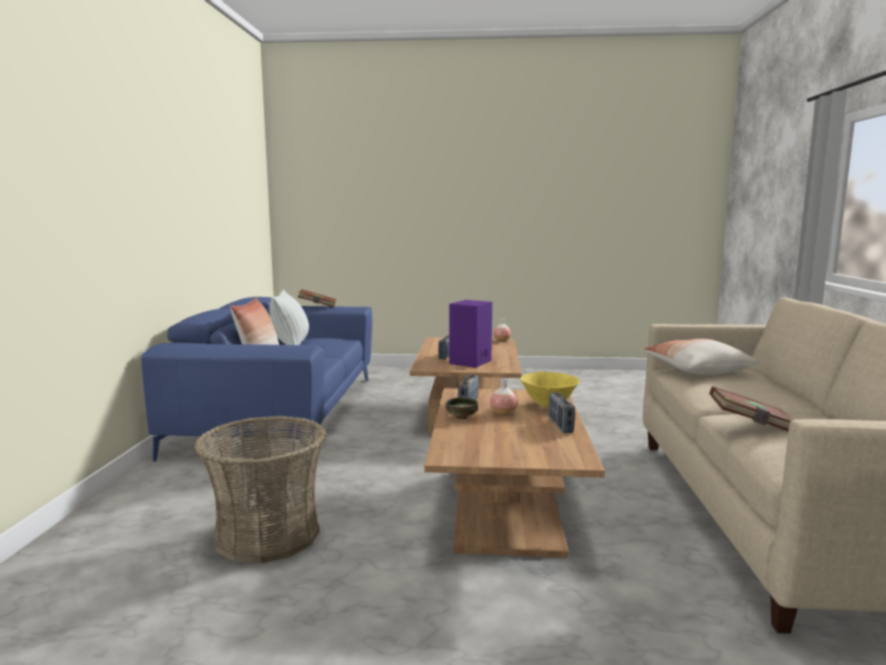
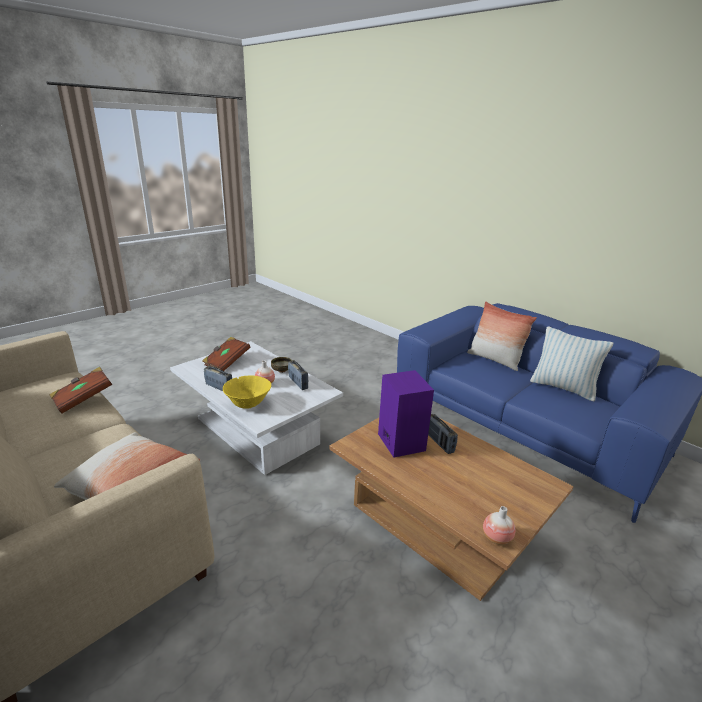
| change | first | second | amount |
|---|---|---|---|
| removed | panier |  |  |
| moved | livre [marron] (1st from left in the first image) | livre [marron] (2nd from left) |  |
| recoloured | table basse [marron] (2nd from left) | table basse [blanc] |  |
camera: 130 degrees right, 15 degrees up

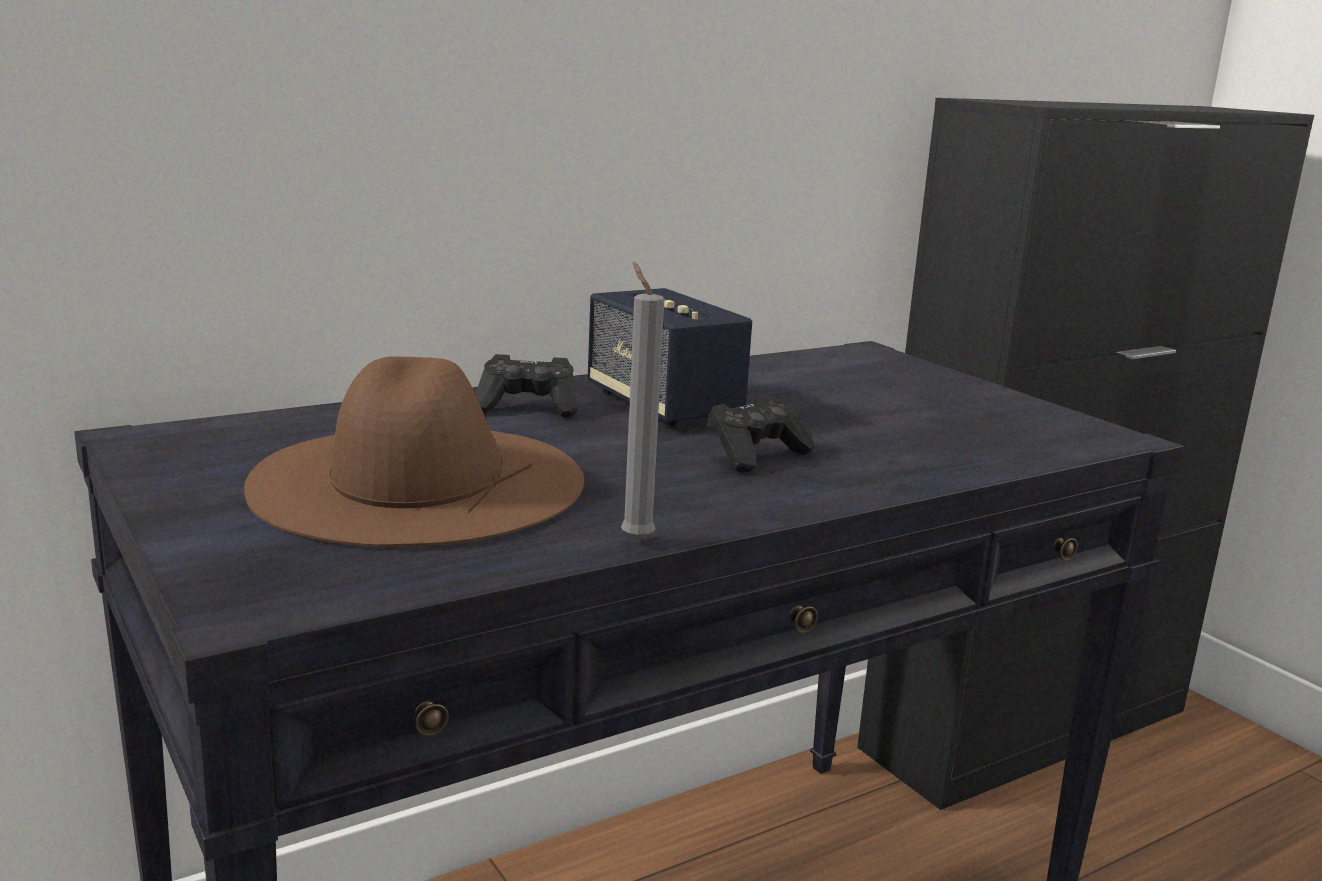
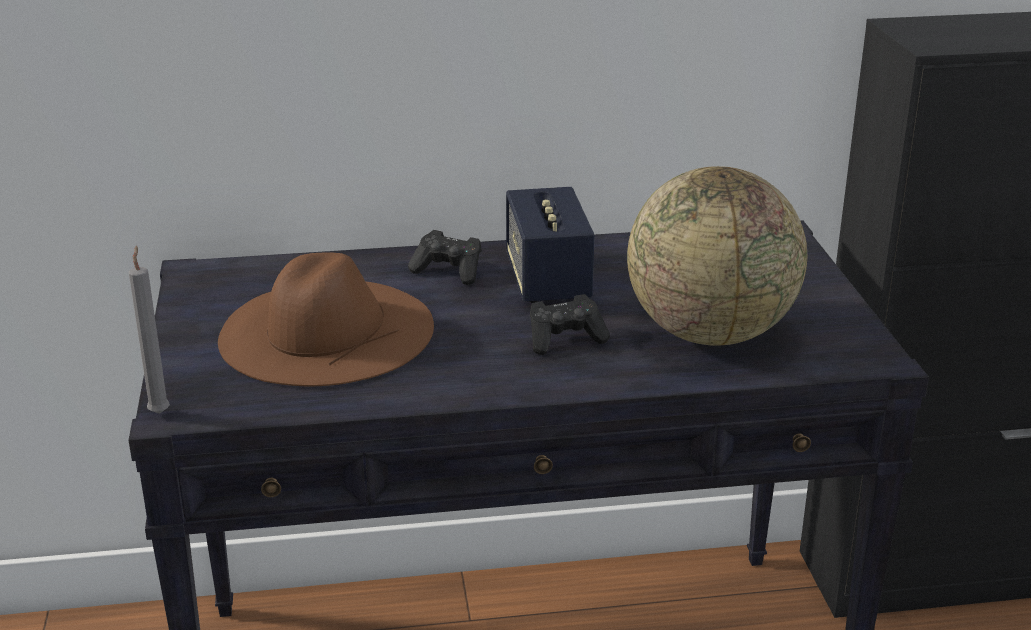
| change | first | second | amount |
|---|---|---|---|
| moved | bougie [gris] |  |  |
| added |  | globe |  |
camera: 25 degrees right, 10 degrees up

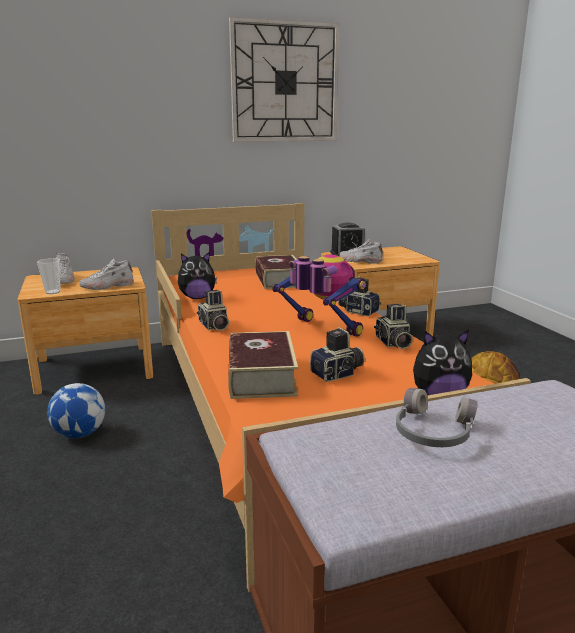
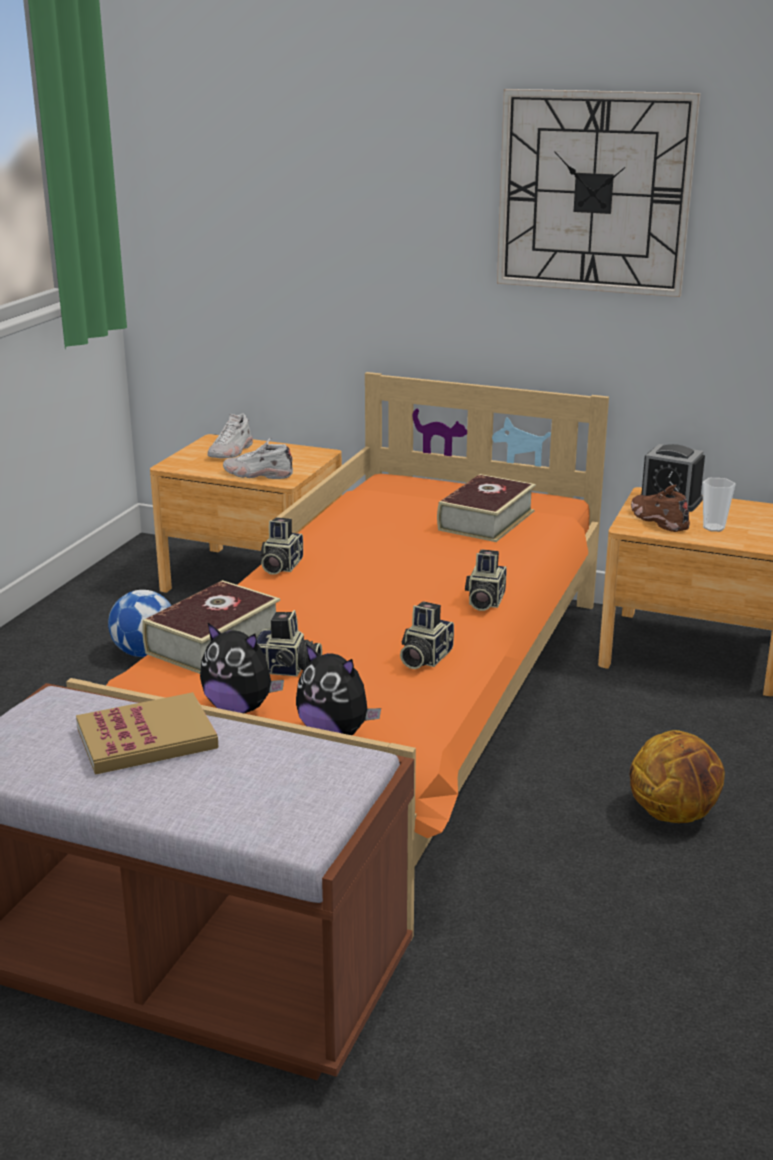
| change | first | second | amount |
|---|---|---|---|
| moved | tasse |  |  |
| moved | peluche (1st from left) |  |  |
| removed | robot jouet |  |  |
| turned | appareil photo (3rd from left in the first image) | appareil photo (4th from left) | 150 degrees counterclockwise |
| recoloured | chaussure [blanc] (3rd from left) | chaussure [marron] |  |
| replaced | casque audio [gris] | livre (1st from left) |  |
camera: 40 degrees right, 5 degrees up

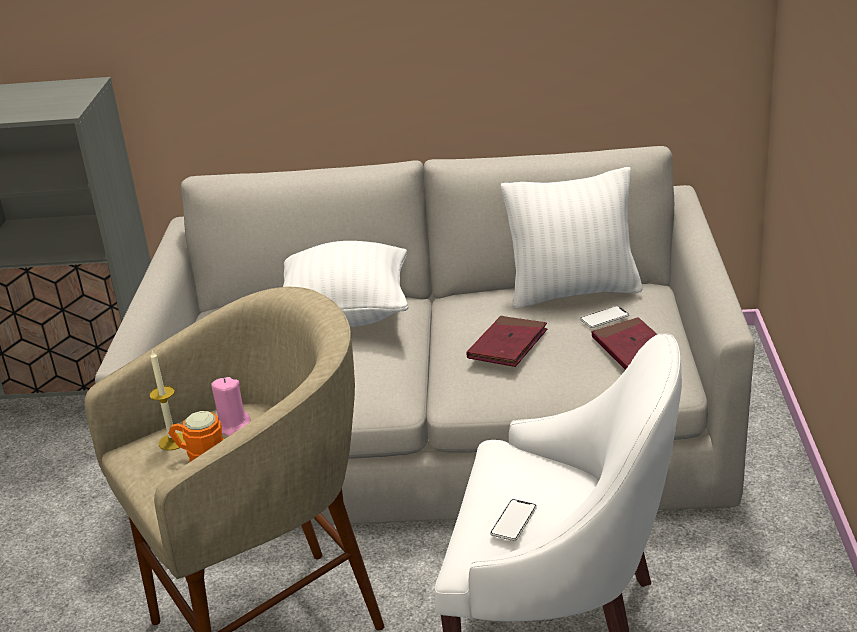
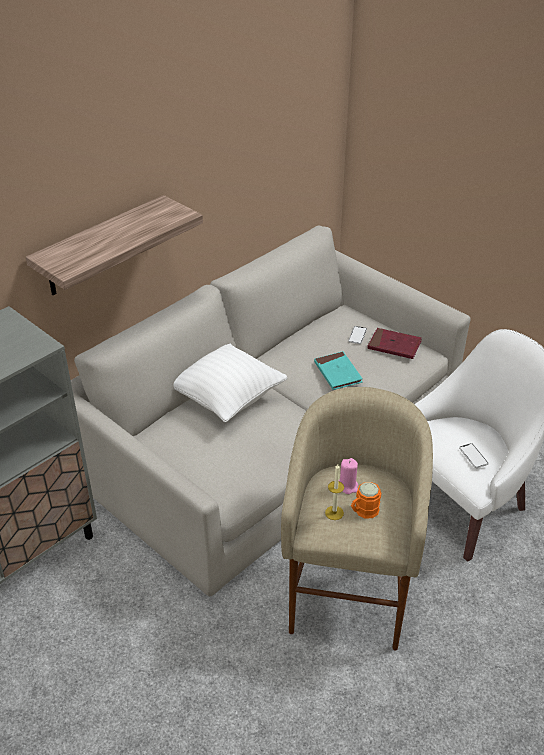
| change | first | second | amount |
|---|---|---|---|
| recoloured | livre [rouge] (1st from left) | livre [turquoise] |  |
| removed | coussin [blanc] (2nd from left) |  |  |
| added |  | étagère |  |
camera: 50 degrees left, 10 degrees up

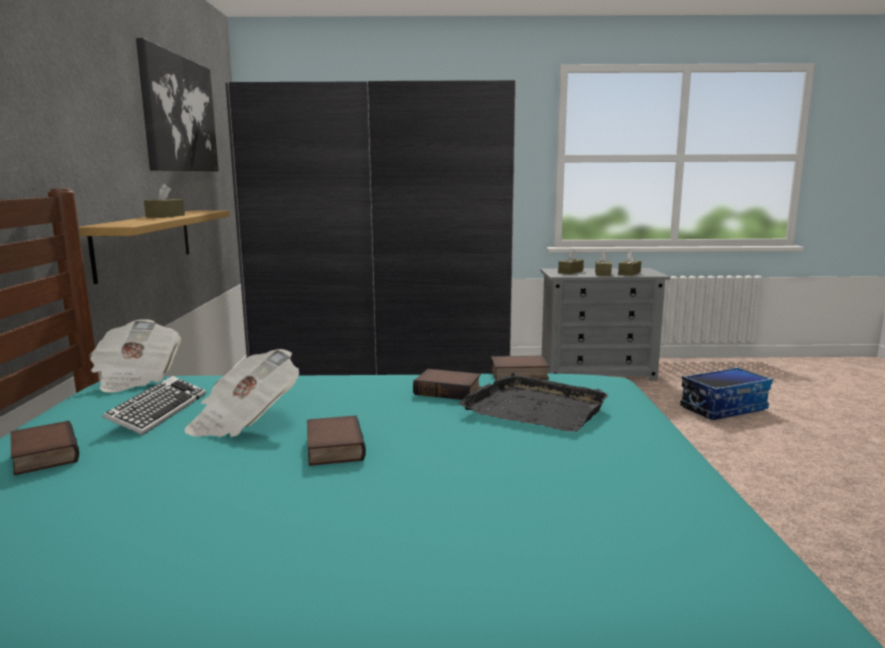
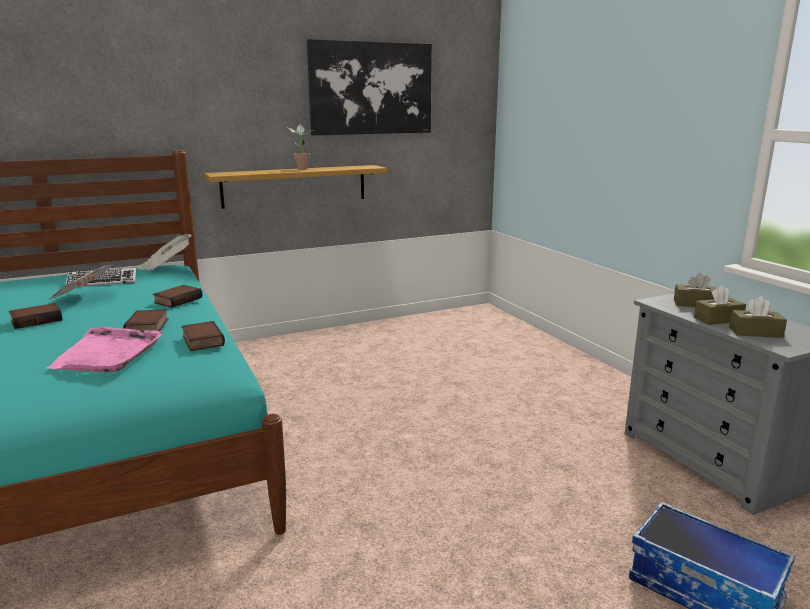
| change | first | second | amount |
|---|---|---|---|
| moved | livre (1st from left in the first image) | livre (3rd from left) |  |
| replaced | boîte à mouchoirs [marron] (1st from left) | plante en pot |  |
| removed | armoire [gris] |  |  |
| recoloured | plateau [noir] | plateau [rose] |  |
camera: 65 degrees right, 5 degrees up

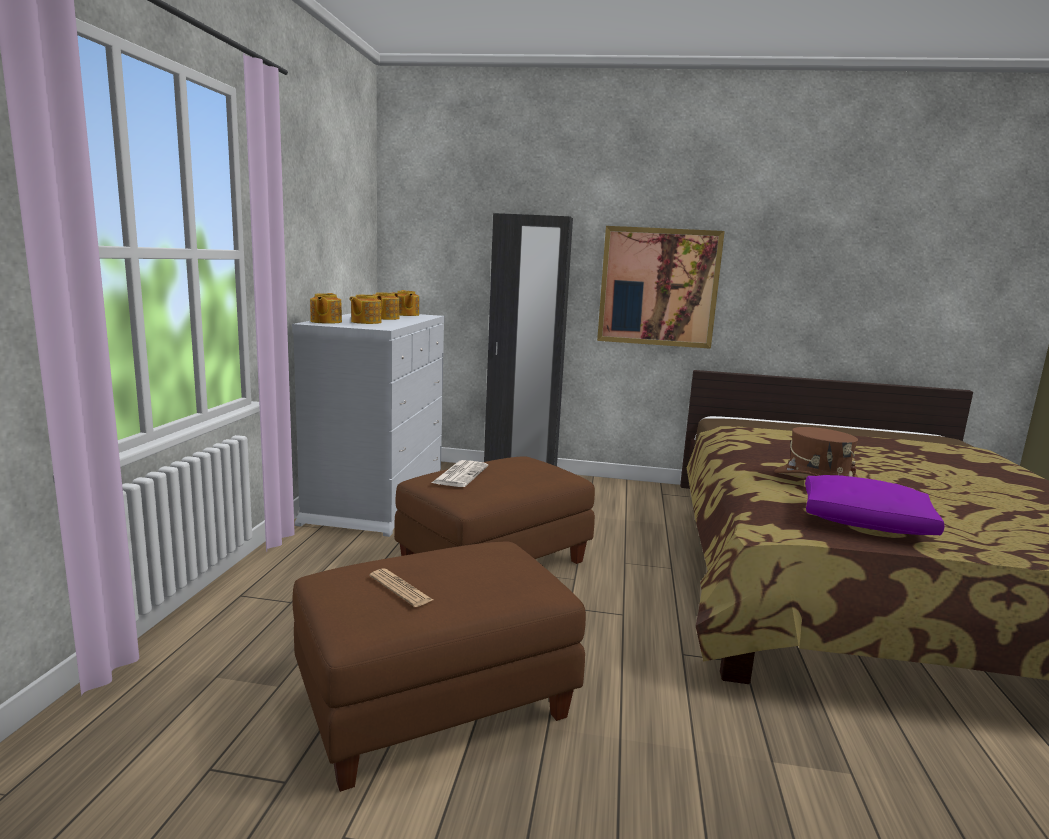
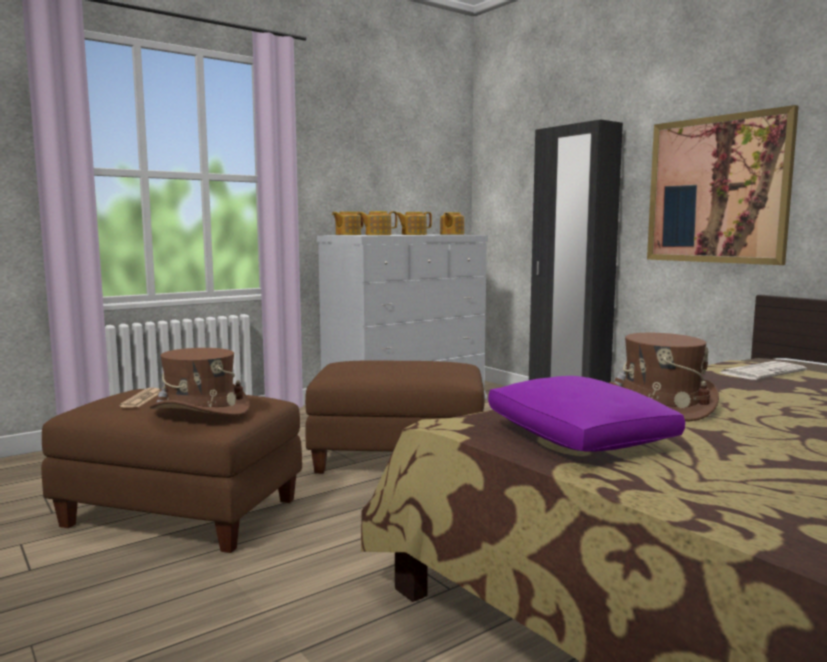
| change | first | second | amount |
|---|---|---|---|
| moved | journal (2nd from left) |  |  |
| added |  | chapeau [marron] (1st from left) |  |
camera: 45 degrees right, 5 degrees down

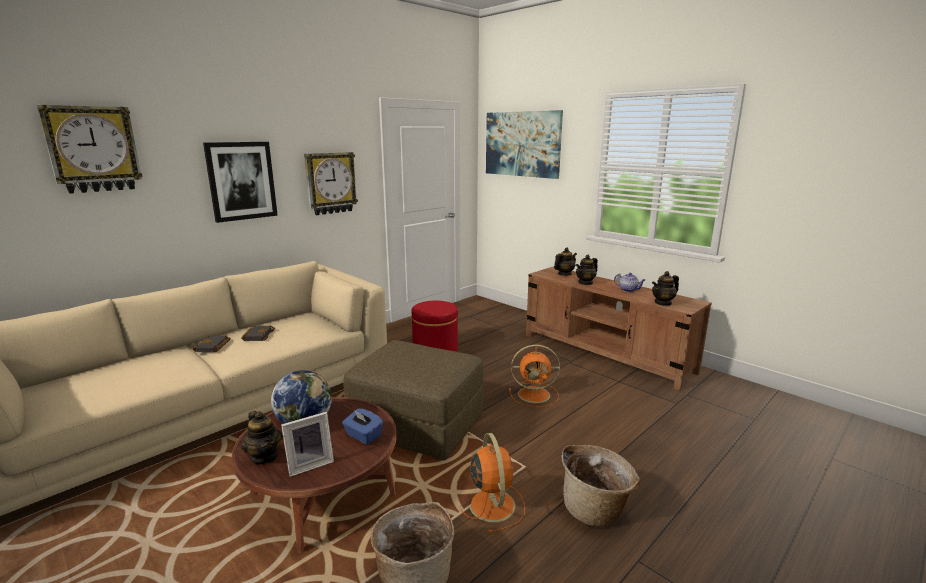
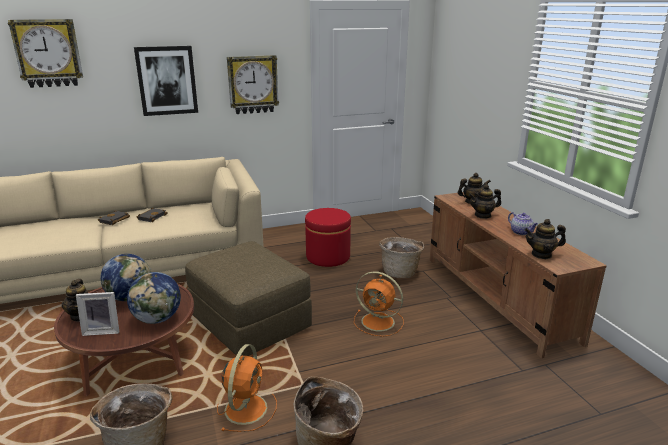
| change | first | second | amount |
|---|---|---|---|
| replaced | boîte à mouchoirs [bleu] | globe (2nd from left) |  |
| removed | tableau (2nd from left) |  |  |
| added |  | panier (3rd from left) |  |
camera: 25 degrees right, 5 degrees up

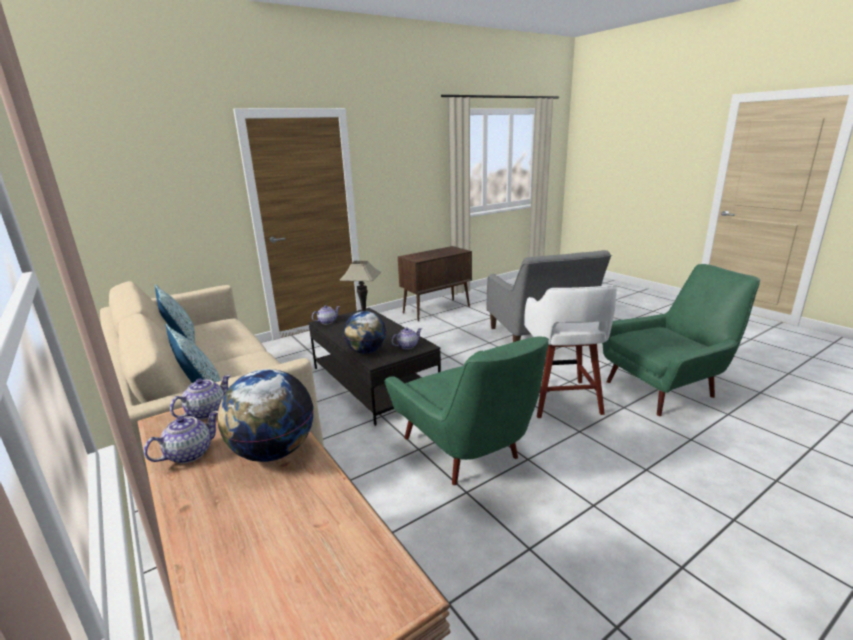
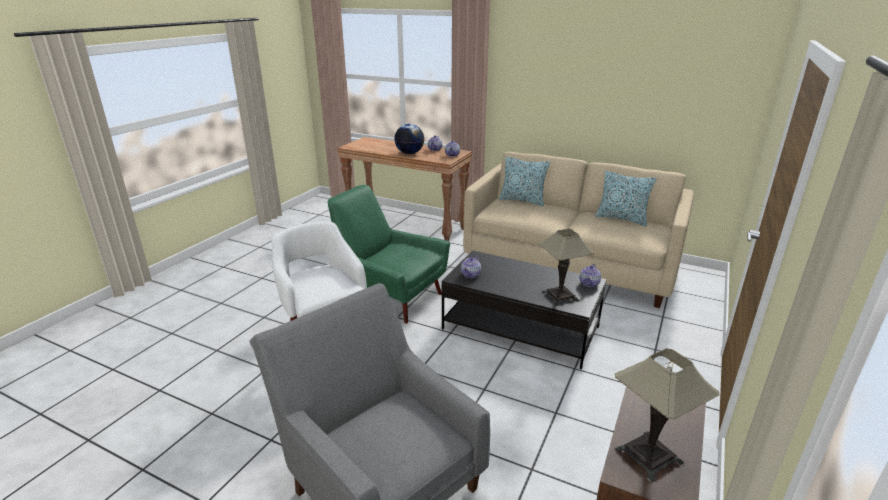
| change | first | second | amount |
|---|---|---|---|
| removed | globe (2nd from left) |  |  |
| removed | fauteuil [vert] (2nd from left) |  |  |
| added |  | lampe de table (2nd from left) |  |
camera: 150 degrees right, 5 degrees up

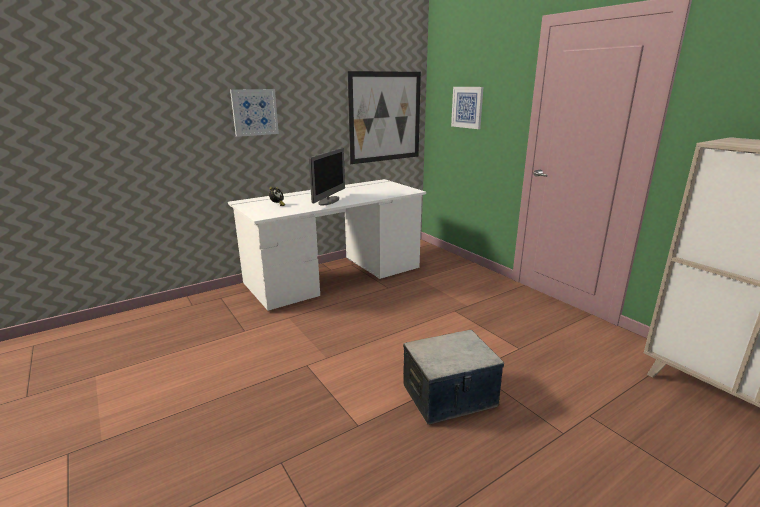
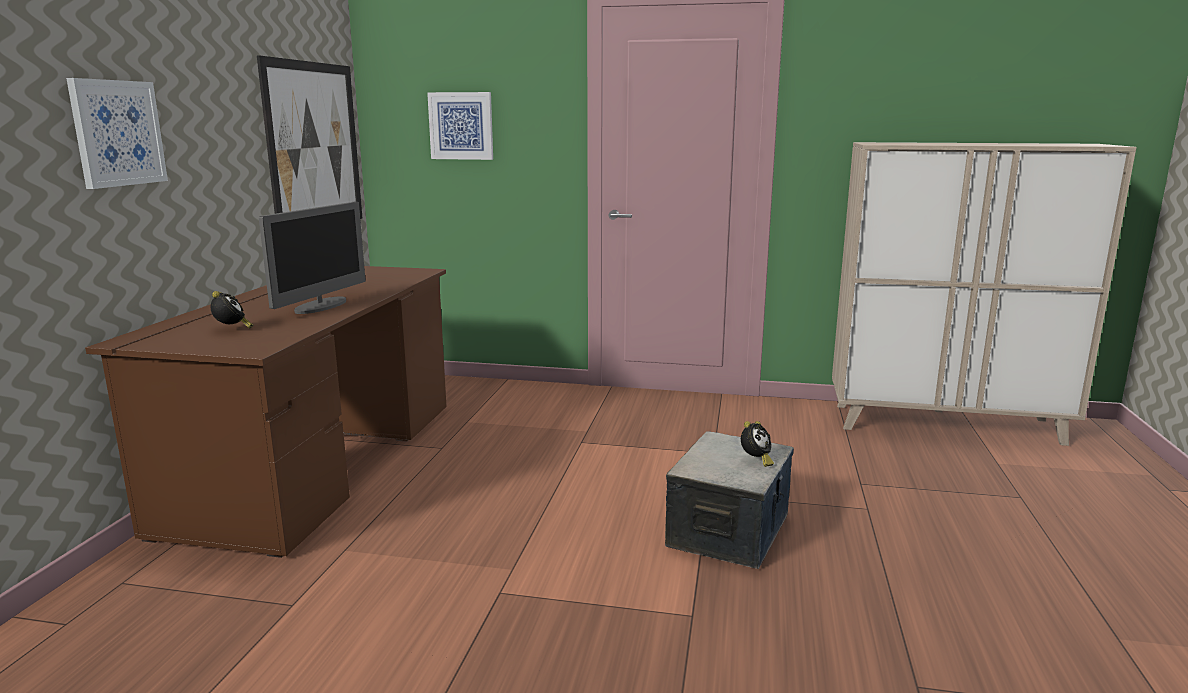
| change | first | second | amount |
|---|---|---|---|
| recoloured | bureau [blanc] | bureau [marron] |  |
| turned | écran d'ordinateur |  | 45 degrees clockwise |
| added |  | réveil (2nd from left) |  |
camera: 45 degrees left, 5 degrees down

